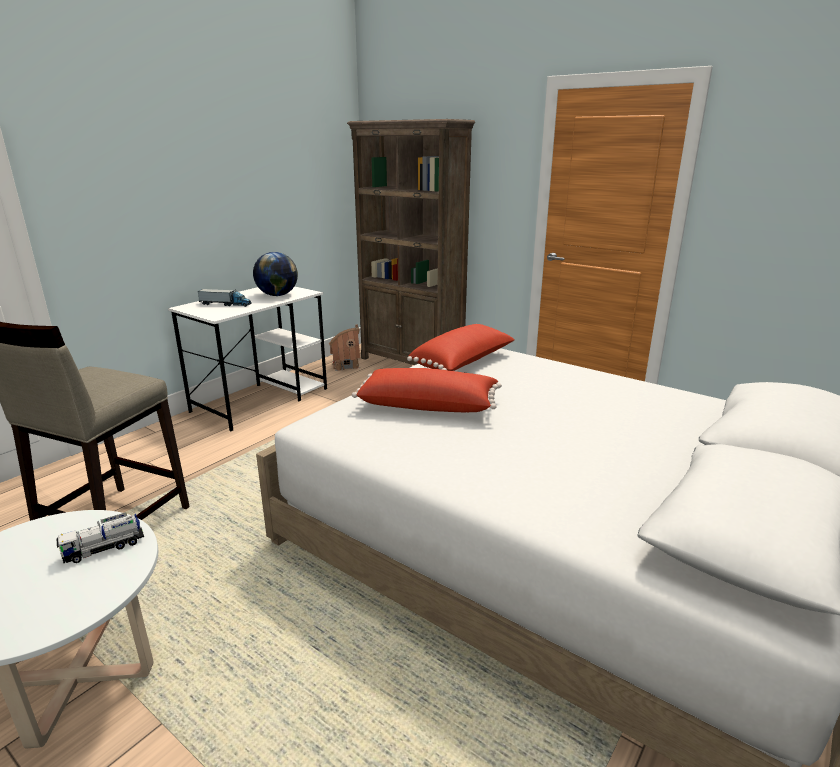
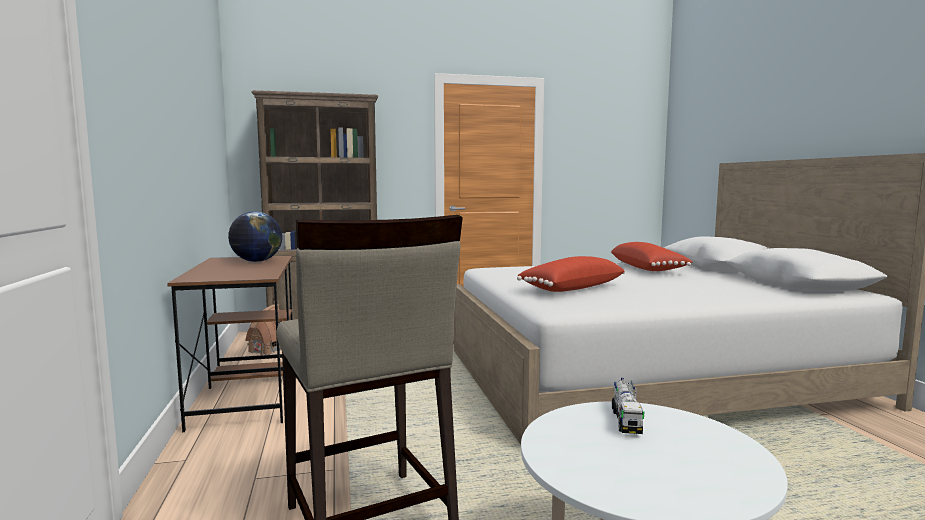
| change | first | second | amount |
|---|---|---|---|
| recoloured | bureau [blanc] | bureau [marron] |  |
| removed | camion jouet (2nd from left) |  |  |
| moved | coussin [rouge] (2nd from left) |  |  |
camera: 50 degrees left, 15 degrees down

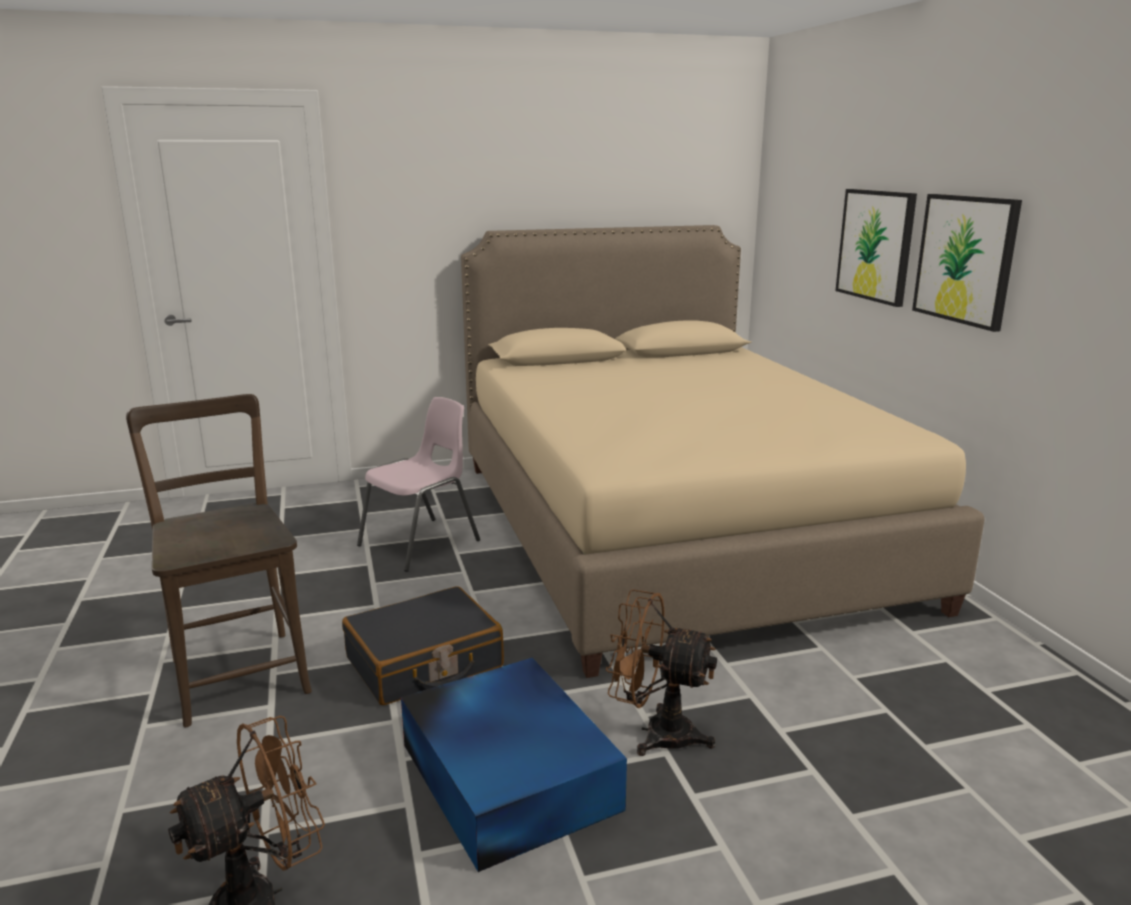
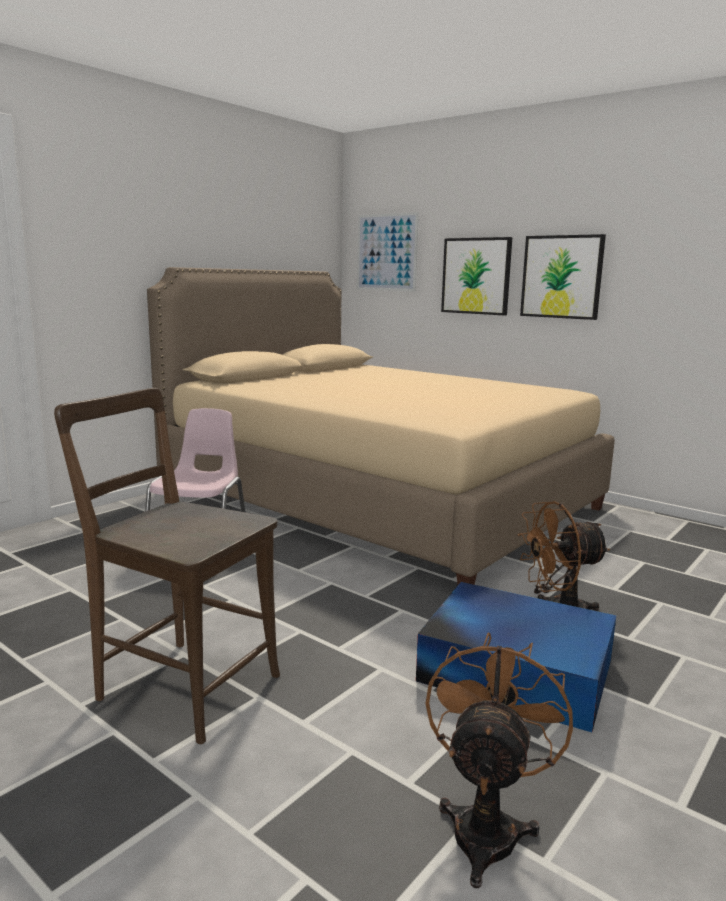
| change | first | second | amount |
|---|---|---|---|
| removed | valise [noir] |  |  |
| added |  | tableau (1st from left) |  |
camera: 35 degrees left, 5 degrees down

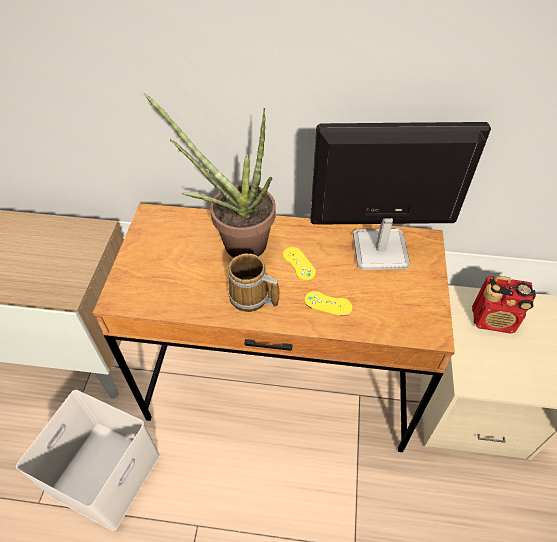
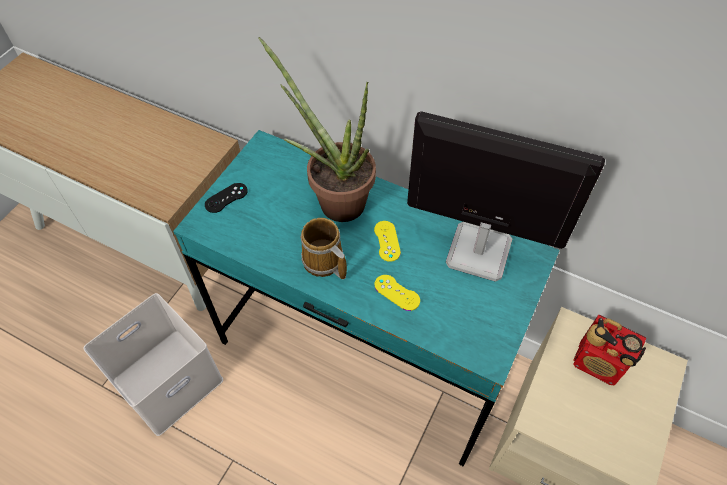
| change | first | second | amount |
|---|---|---|---|
| recoloured | bureau [marron] | bureau [turquoise] |  |
| added |  | manette [noir] |  |
camera: 20 degrees right, 5 degrees up

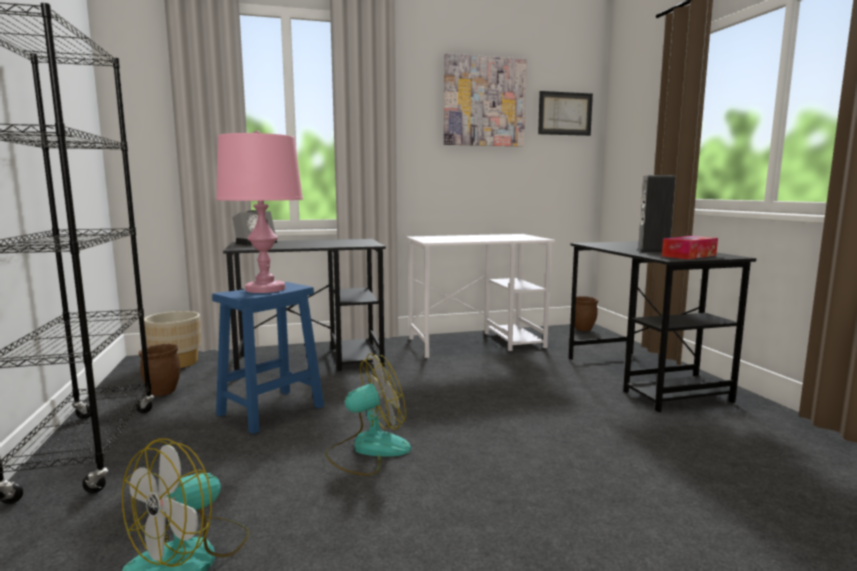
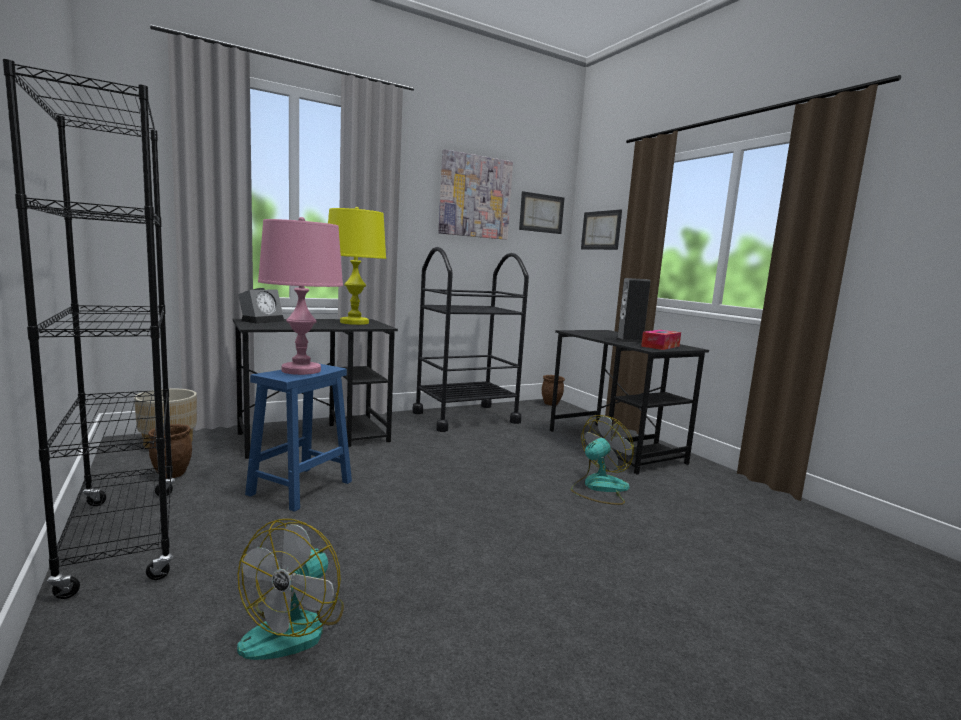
| change | first | second | amount |
|---|---|---|---|
| moved | ventilateur (2nd from left) |  |  |
| replaced | bureau [blanc] | chariot [noir] |  |
| added |  | lampe de table [jaune] |  |
| added |  | tableau (3rd from left) |  |
camera: 15 degrees left, 0 degrees up

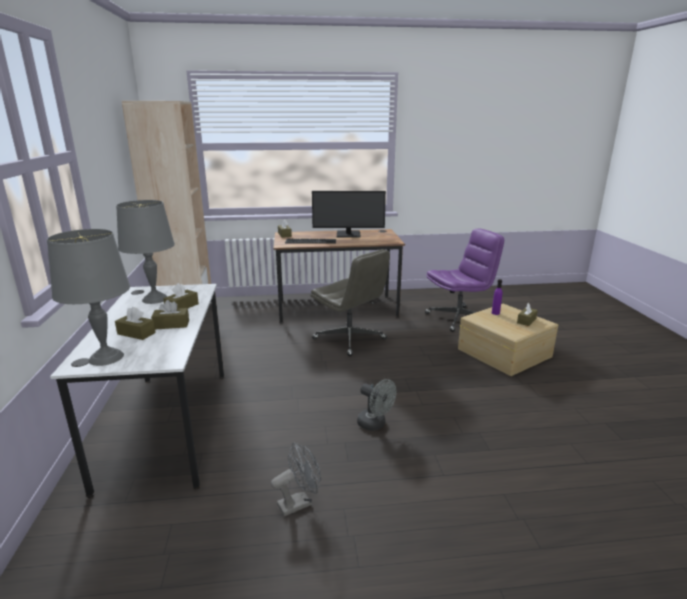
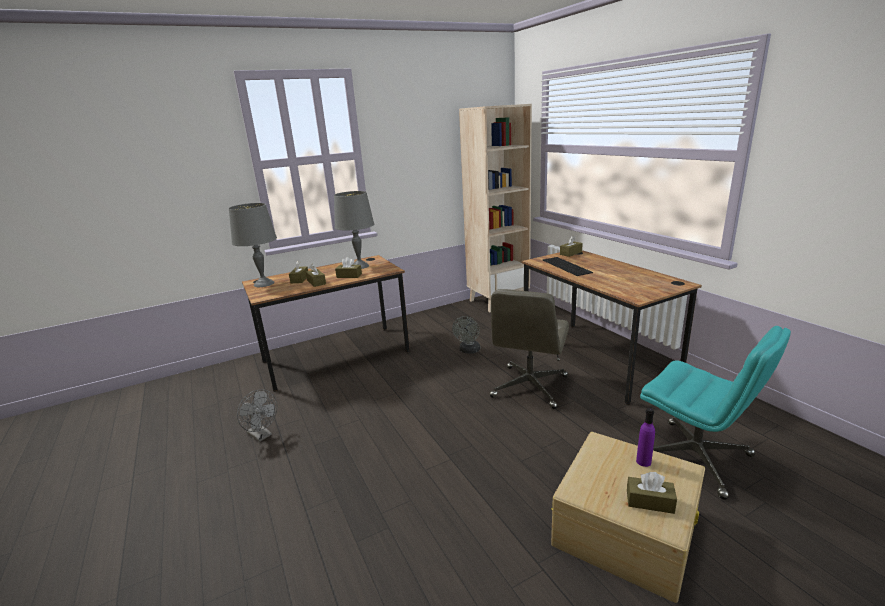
| change | first | second | amount |
|---|---|---|---|
| recoloured | bureau [blanc] | bureau [marron] (1st from left) |  |
| removed | écran d'ordinateur |  |  |
| moved | ventilateur [gris] (2nd from left) |  |  |
| recoloured | chaise de bureau [violet] | chaise de bureau [turquoise] |  |
camera: 70 degrees right, 0 degrees up

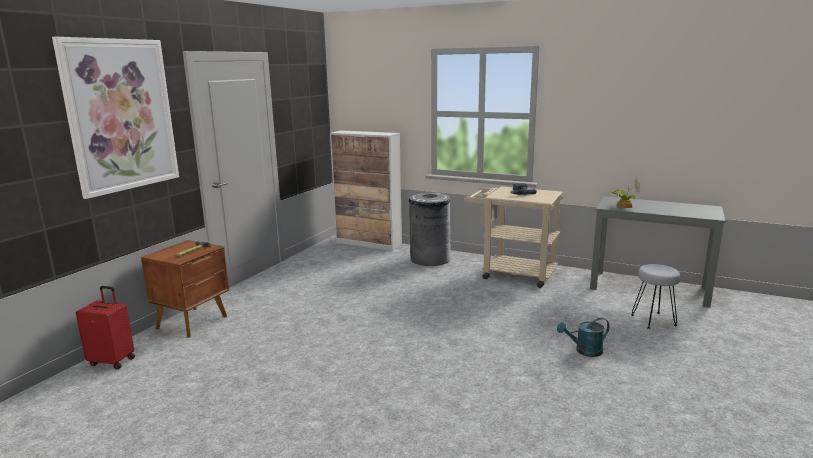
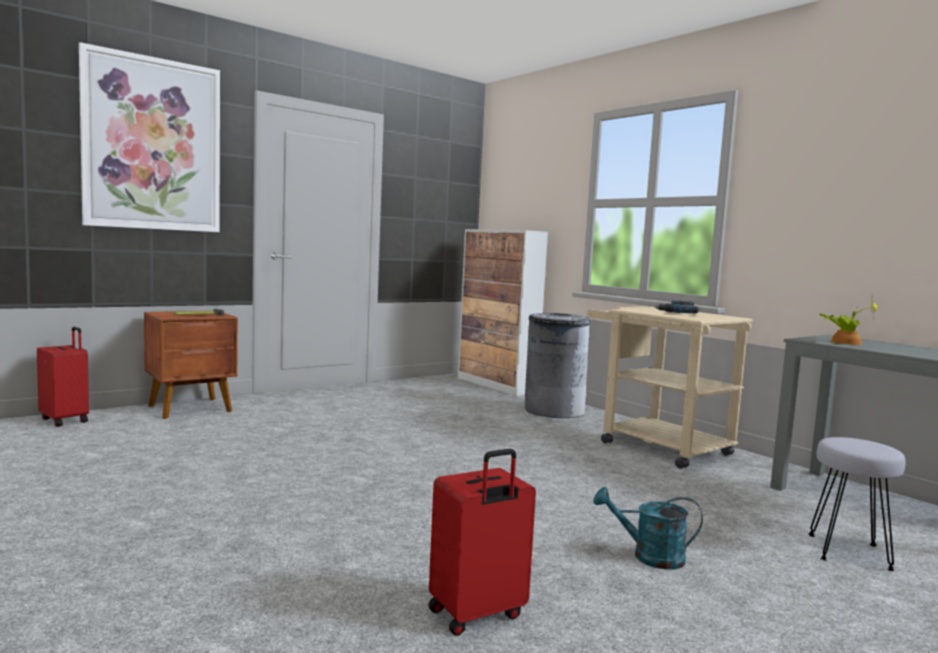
| change | first | second | amount |
|---|---|---|---|
| added |  | valise [rouge] (2nd from left) |  |
camera: 25 degrees right, 10 degrees down

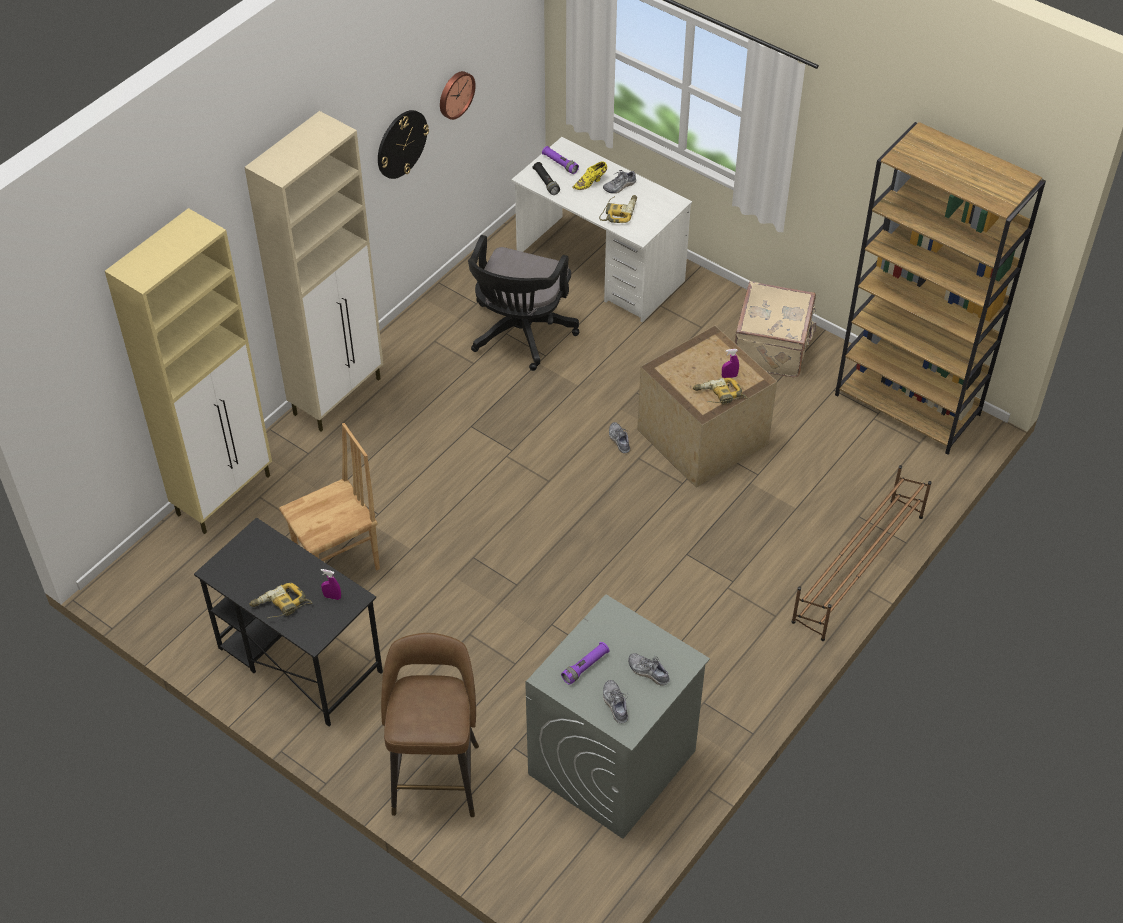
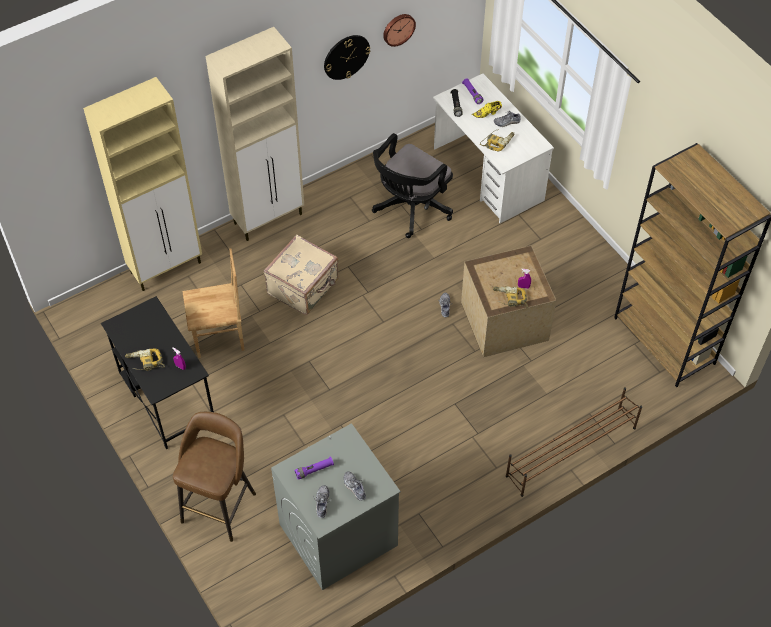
| change | first | second | amount |
|---|---|---|---|
| moved | valise [beige] |  |  |
camera: 20 degrees right, 5 degrees up

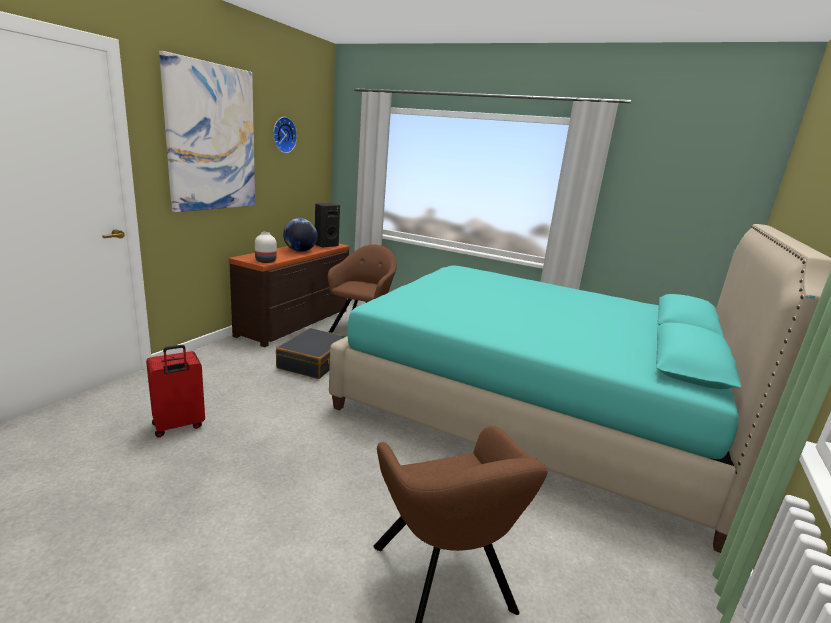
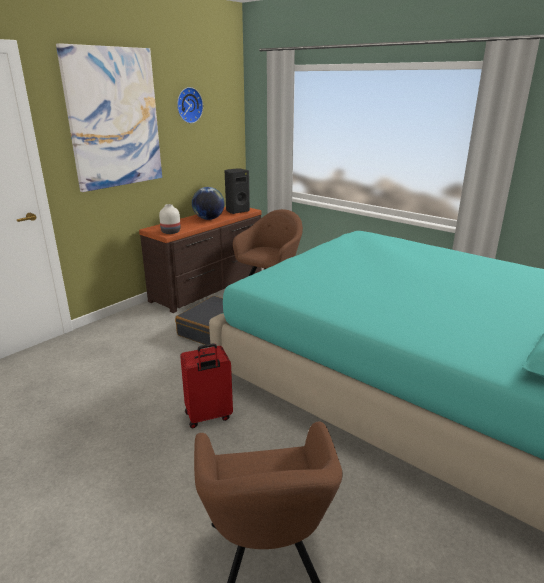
| change | first | second | amount |
|---|---|---|---|
| moved | valise [rouge] |  |  |
camera: 15 degrees right, 5 degrees up

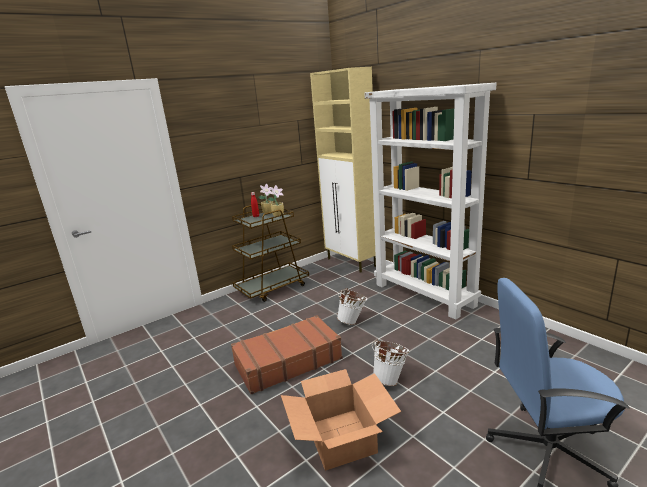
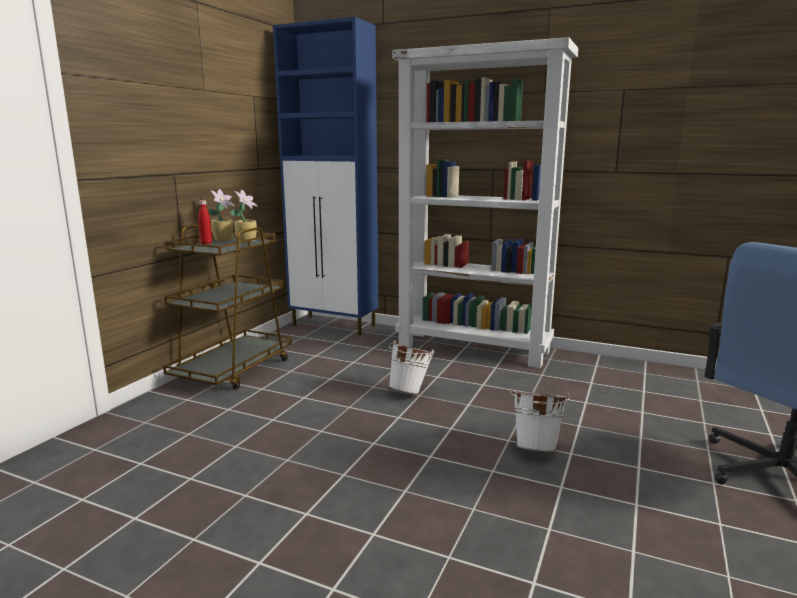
| change | first | second | amount |
|---|---|---|---|
| removed | valise [marron] |  |  |
| removed | carton |  |  |
| recoloured | meuble de rangement [beige] | meuble de rangement [bleu] |  |
camera: 30 degrees left, 5 degrees down

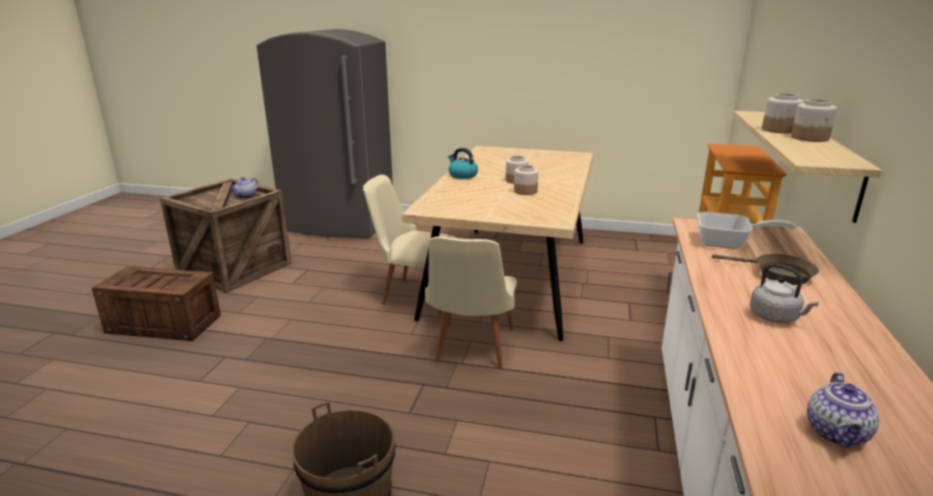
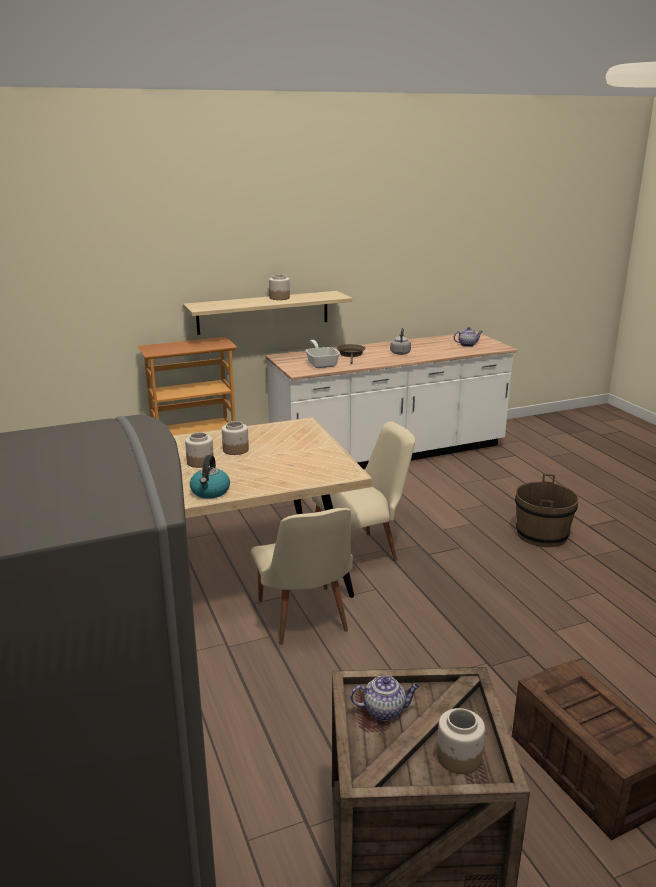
| change | first | second | amount |
|---|---|---|---|
| moved | bocal (3rd from left in the first image) | bocal (4th from left) |  |
camera: 125 degrees left, 0 degrees up

